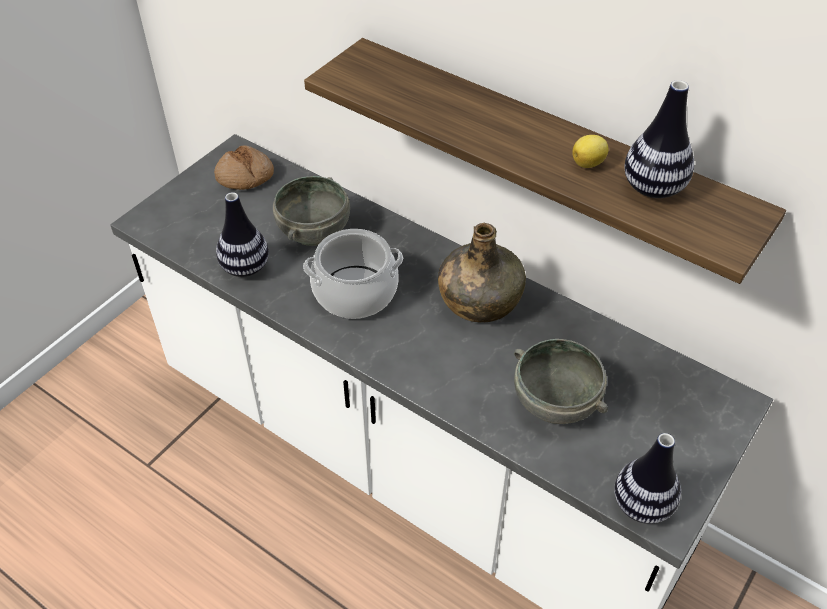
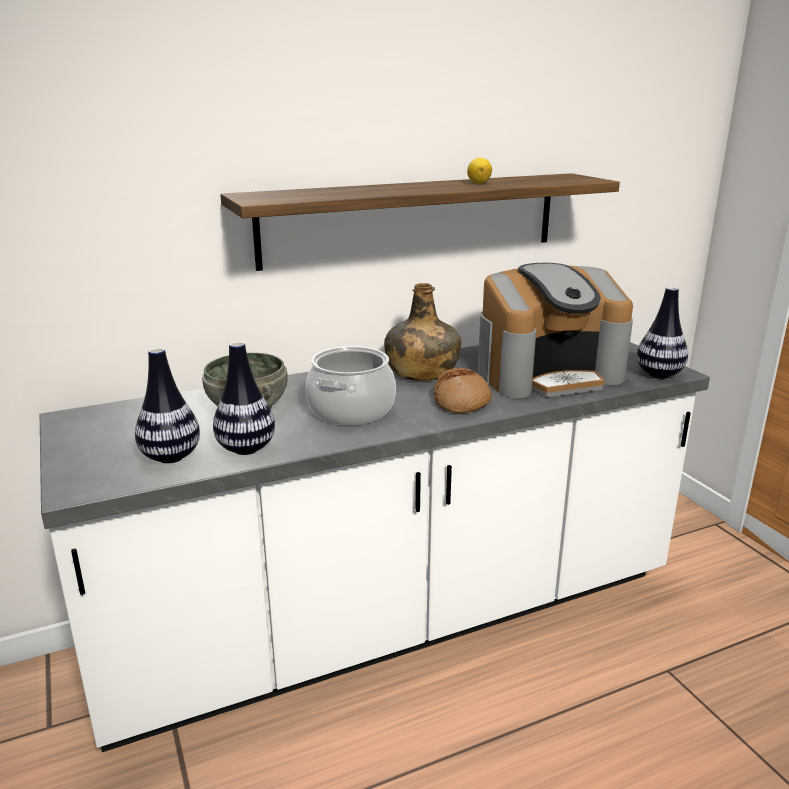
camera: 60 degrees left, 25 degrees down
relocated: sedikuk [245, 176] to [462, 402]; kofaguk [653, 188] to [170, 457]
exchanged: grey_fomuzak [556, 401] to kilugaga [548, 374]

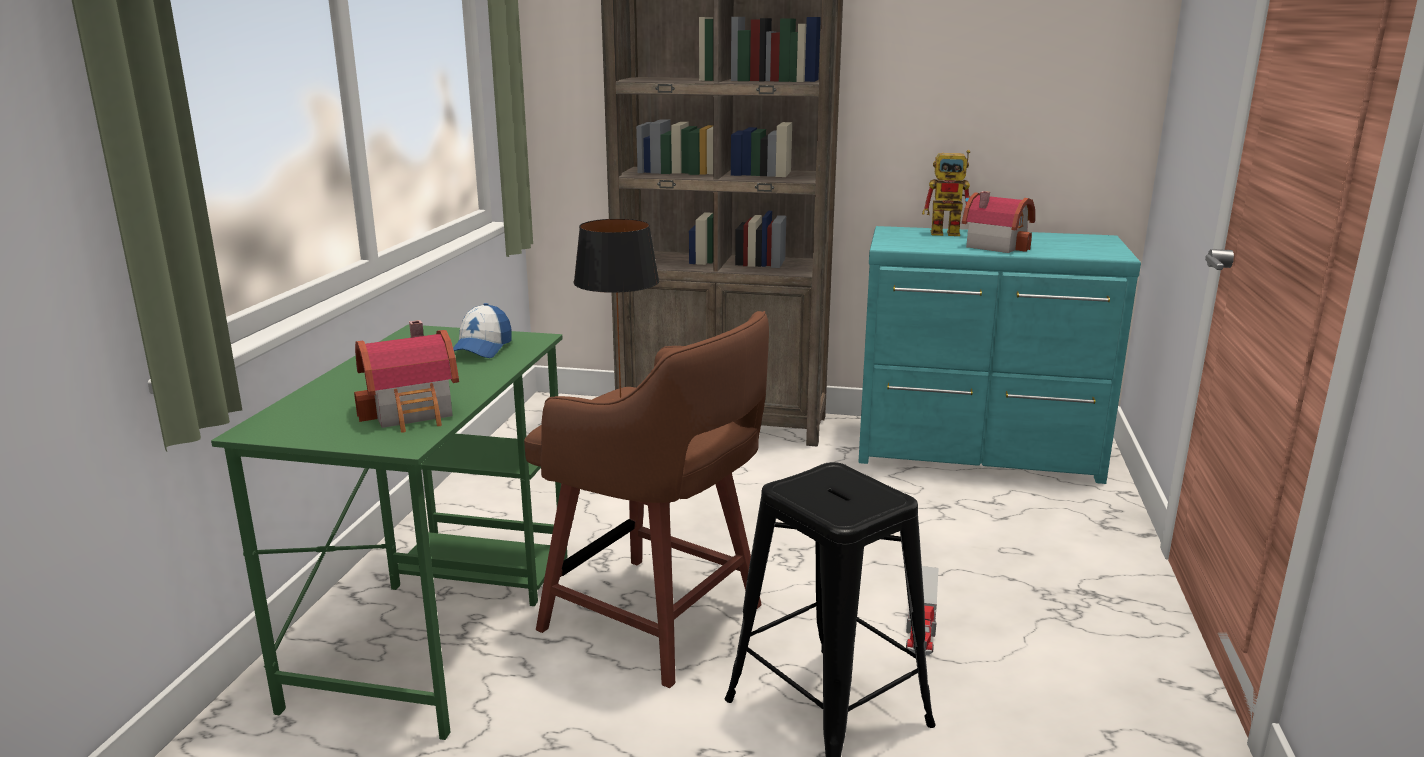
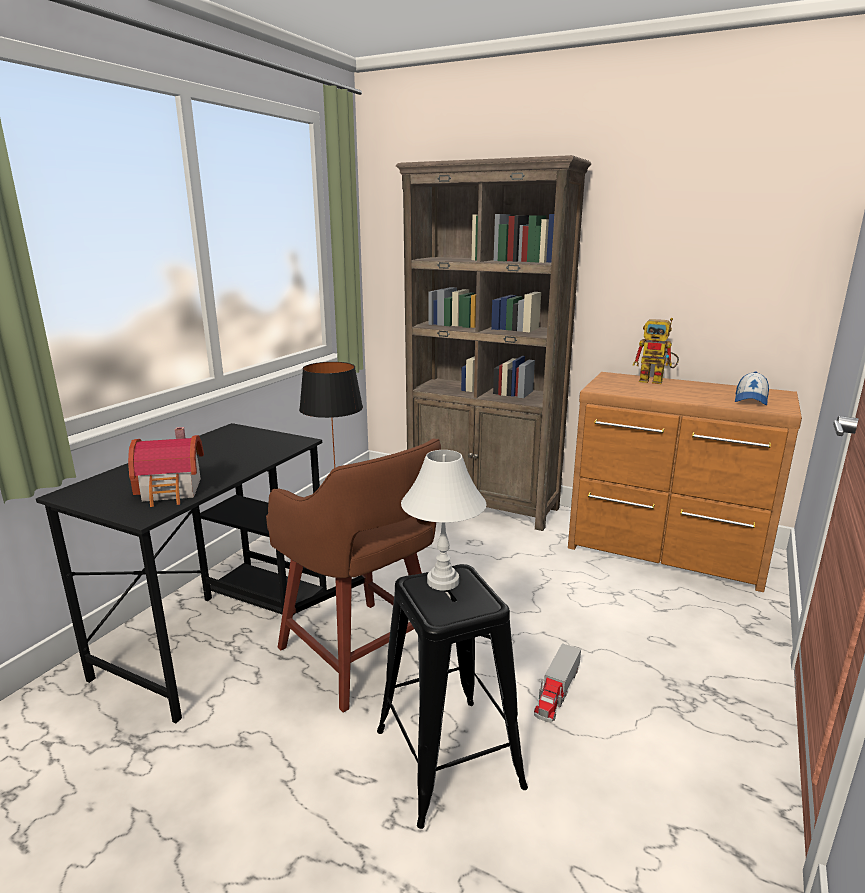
camera: 15 degrees right, 0 degrees up
missing: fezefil [996, 245]
appeared: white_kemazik [443, 581]
relocated: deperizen [481, 348] to [751, 399]
colour: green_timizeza [440, 624] to black_timizeza [220, 632]; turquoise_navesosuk [979, 452] to brown_navesosuk [666, 551]

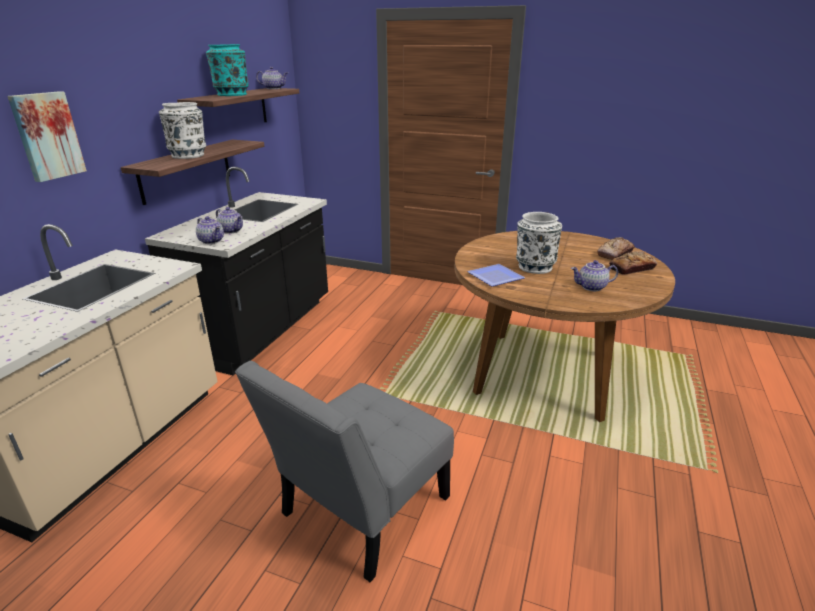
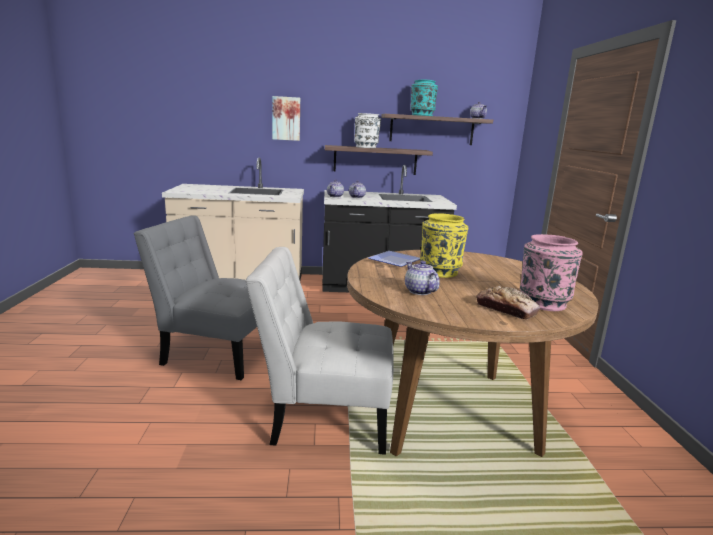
camera: 65 degrees right, 10 degrees down
appeared: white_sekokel [324, 416]
exchanged: sedikuk [615, 254] to pink_kofaguk [543, 303]
colour: white_kofaguk [534, 267] to yellow_kofaguk [440, 271]

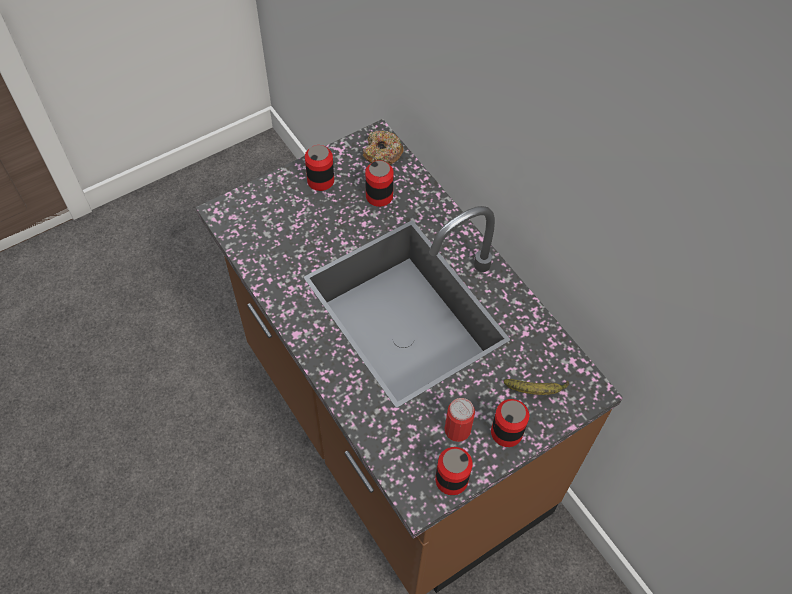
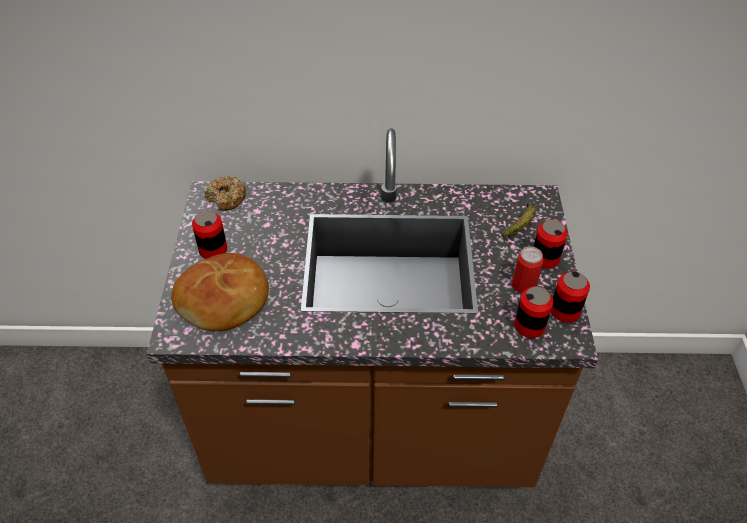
camera: 55 degrees left, 10 degrees down
appeared: sedikuk [224, 301]
relocated: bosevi [379, 196] to [529, 326]

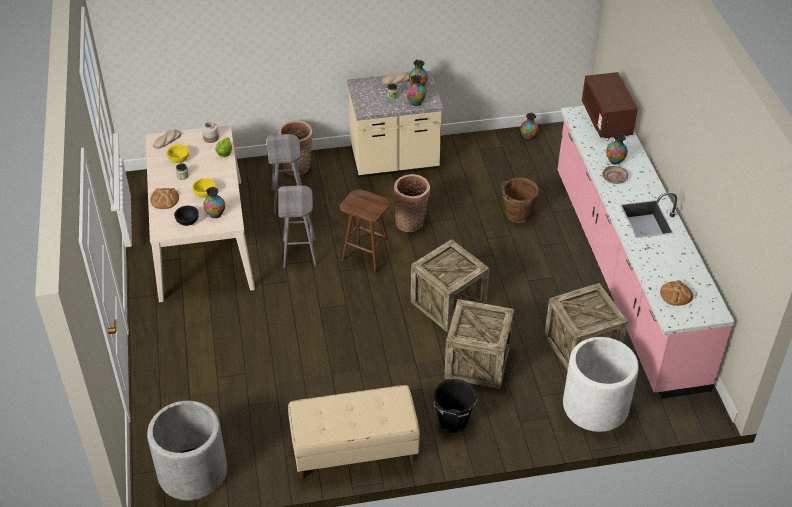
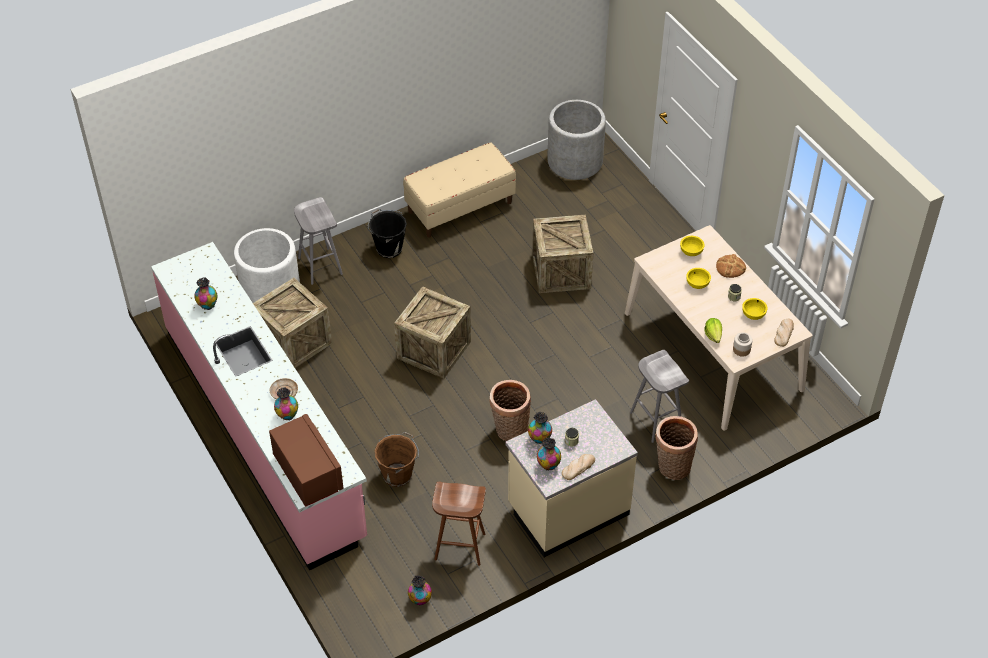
camera: 160 degrees right, 5 degrees up
missing: sedikuk [676, 294]
relocated: kofaguk [215, 215] to [207, 305]; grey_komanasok [300, 253] to [319, 266]; brown_komanasok [367, 256] to [459, 547]; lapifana [477, 362] to [561, 271]
colour: black_fomuzak [187, 221] to yellow_fomuzak [691, 251]

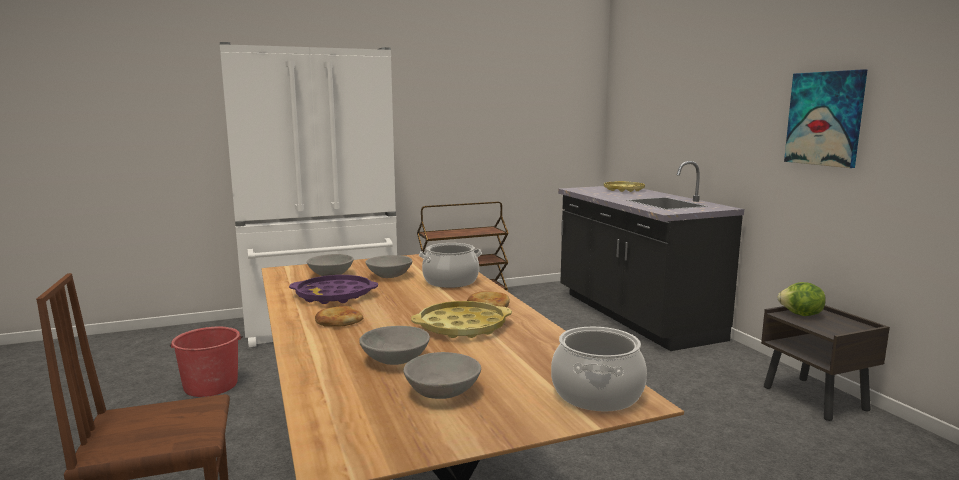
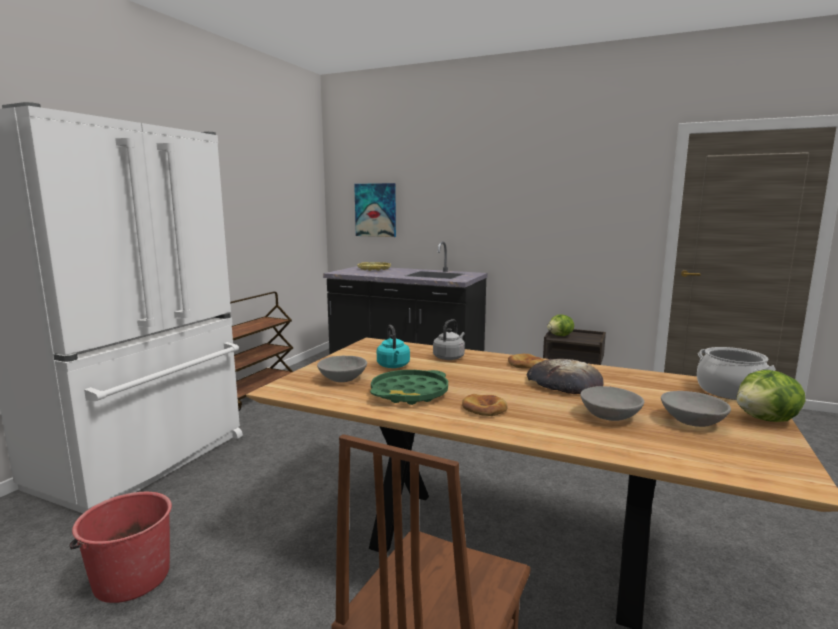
camera: 45 degrees left, 0 degrees up
appeared: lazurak [766, 420]
relocated: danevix [825, 118] to [376, 210]
exchanged: grey_fomuzak [389, 276] to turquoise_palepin [393, 366]; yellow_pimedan [462, 327] to sedikuk [563, 383]; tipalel [450, 281] to grey_palepin [449, 357]
colour: purple_pimedan [334, 295] to green_pimedan [409, 393]

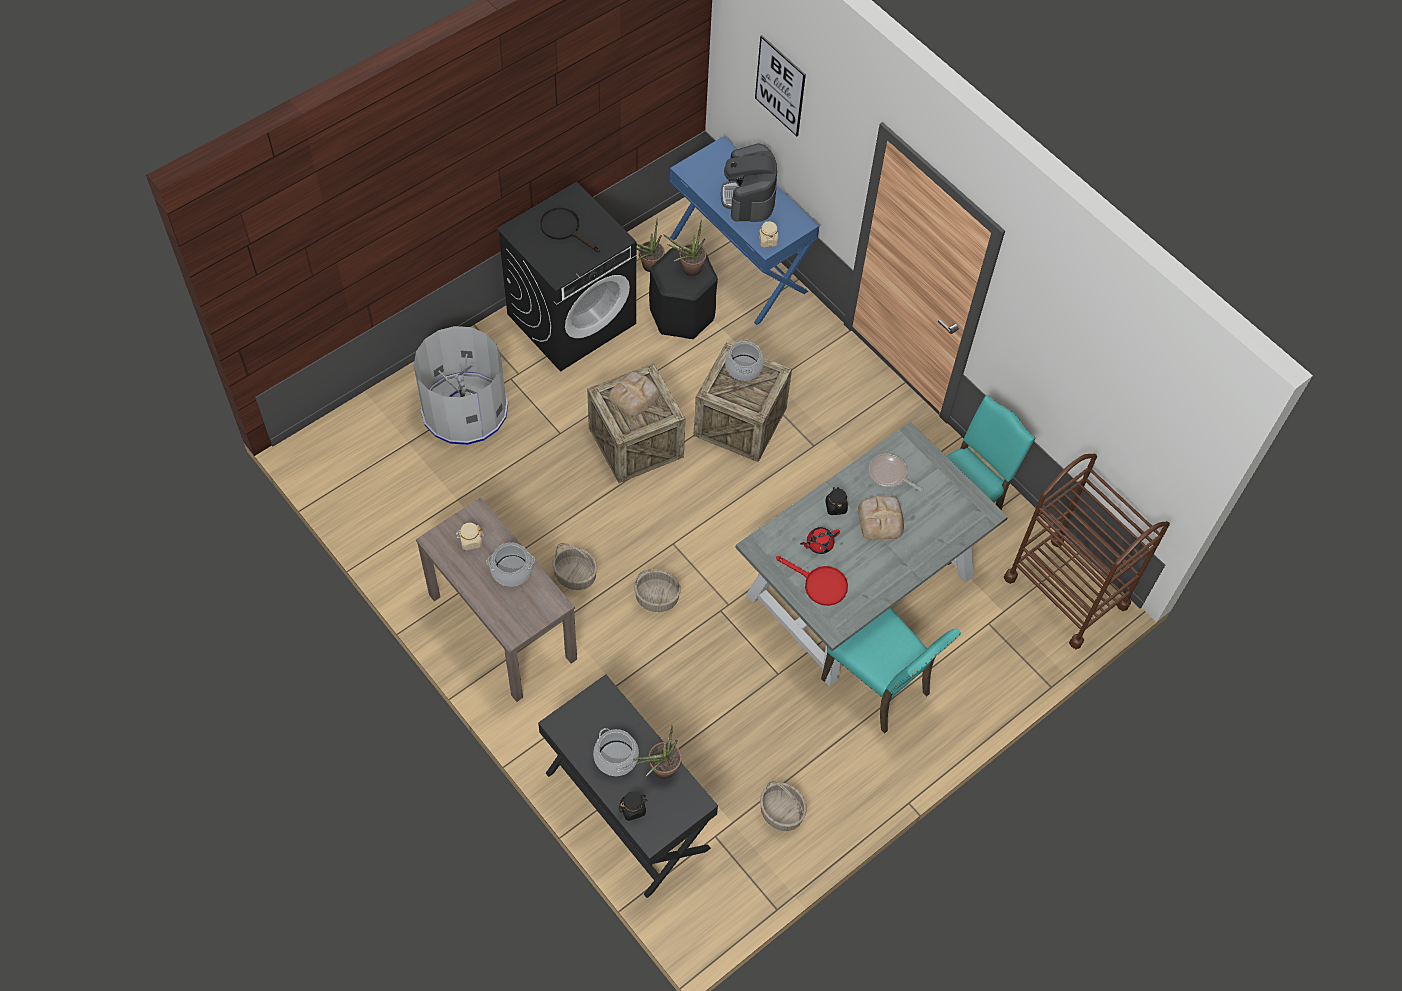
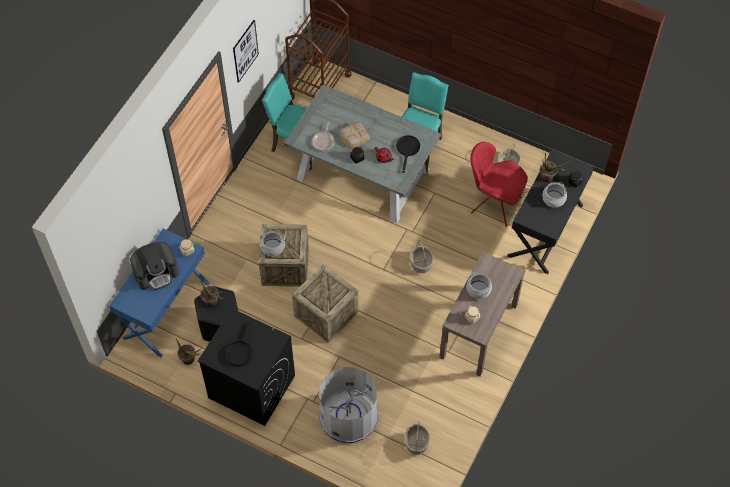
camera: 110 degrees left, 0 degrees up
missing: sedikuk [635, 395]
appeared: red_sekokel [493, 204]
relocated: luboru [574, 575] to [416, 443]; danevix [780, 86] to [245, 51]
colour: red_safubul [819, 584] to black_safubul [407, 150]

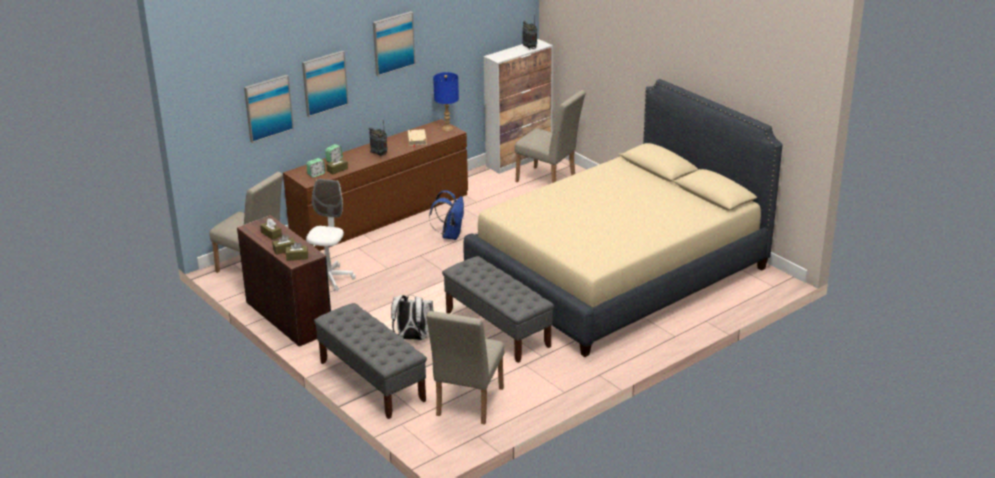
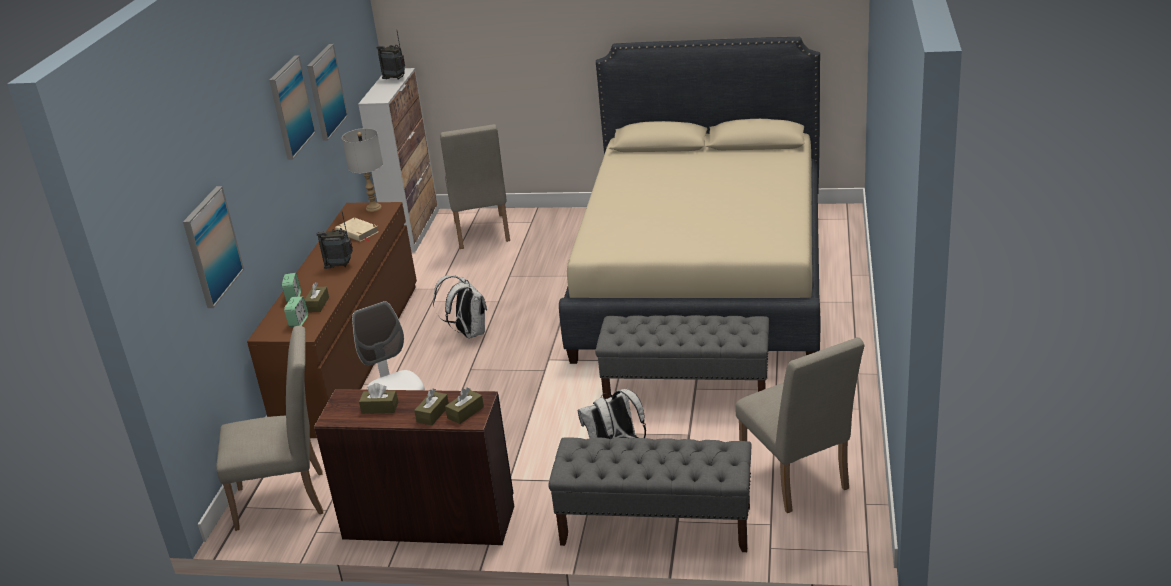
camera: 40 degrees left, 0 degrees up
relocated: danevix [324, 83] to [325, 92]
colour: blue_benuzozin [450, 235] to white_benuzozin [468, 333]; blue_kemazik [447, 129] to grey_kemazik [374, 208]
spun: beige_sekokel [549, 181] = [481, 234] 90 degrees clockwise

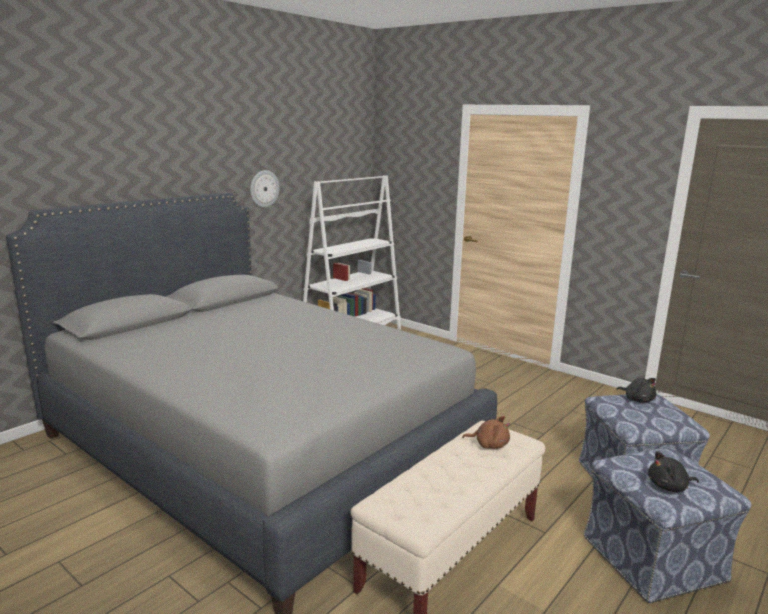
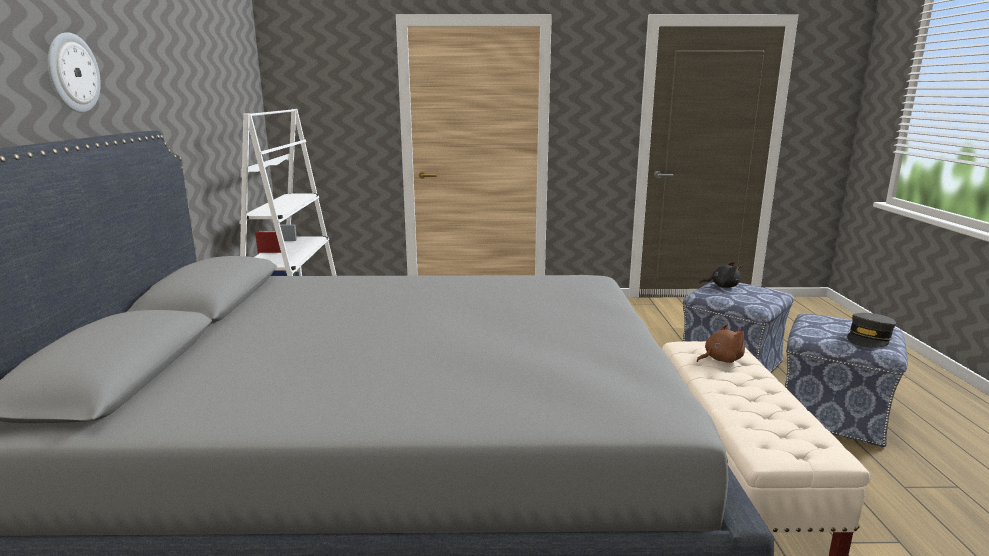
camera: 40 degrees left, 0 degrees up
relocated: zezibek [264, 188] to [72, 73]
exchanged: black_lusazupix [669, 487] to grey_deperizen [868, 338]

